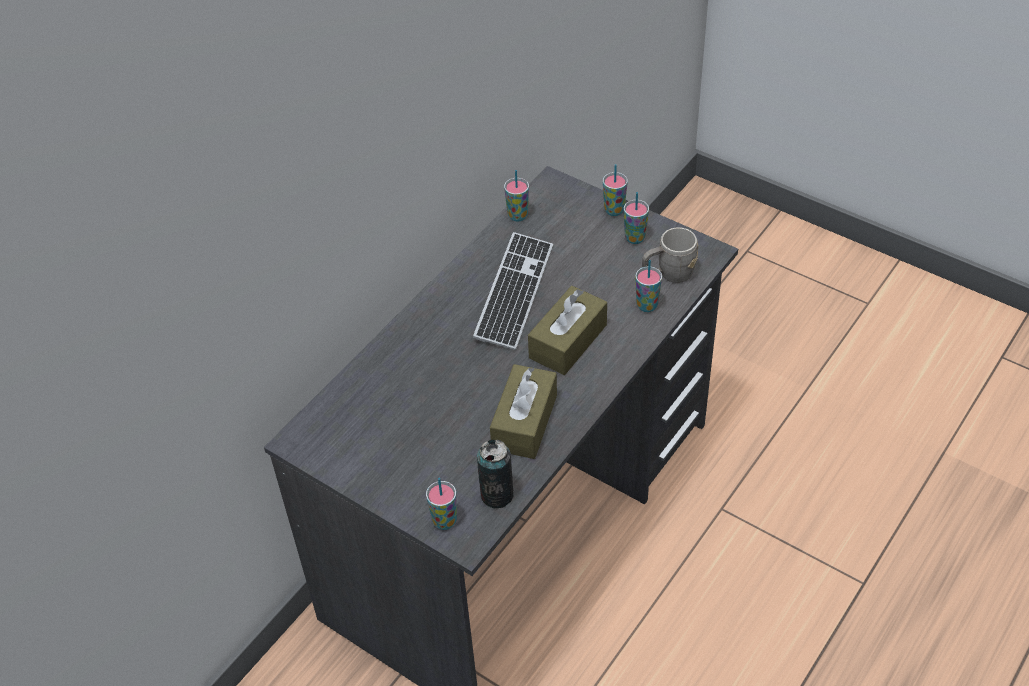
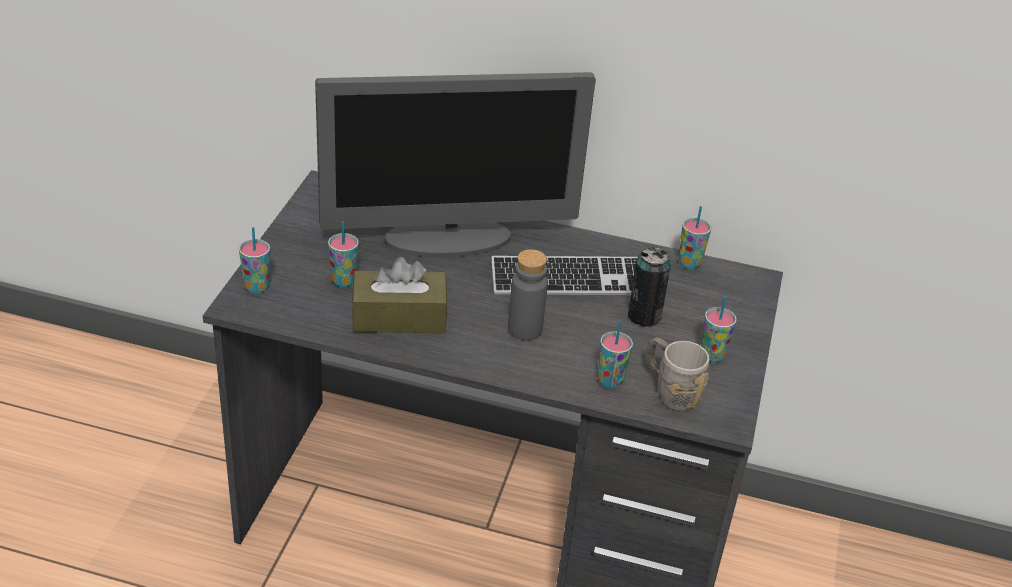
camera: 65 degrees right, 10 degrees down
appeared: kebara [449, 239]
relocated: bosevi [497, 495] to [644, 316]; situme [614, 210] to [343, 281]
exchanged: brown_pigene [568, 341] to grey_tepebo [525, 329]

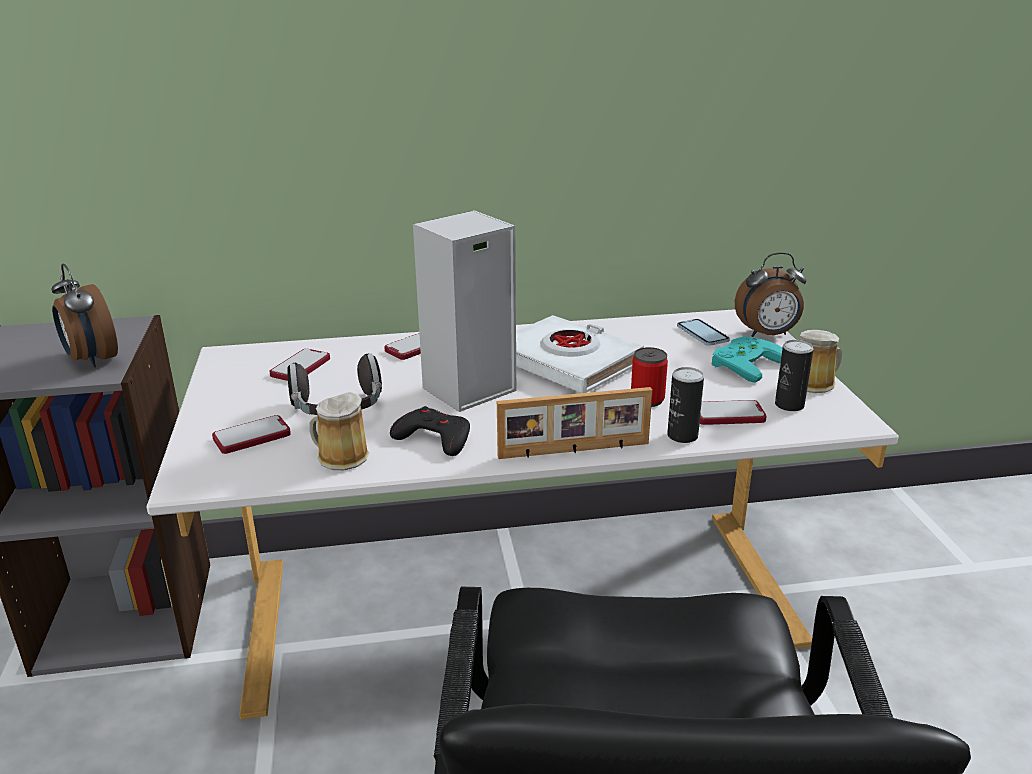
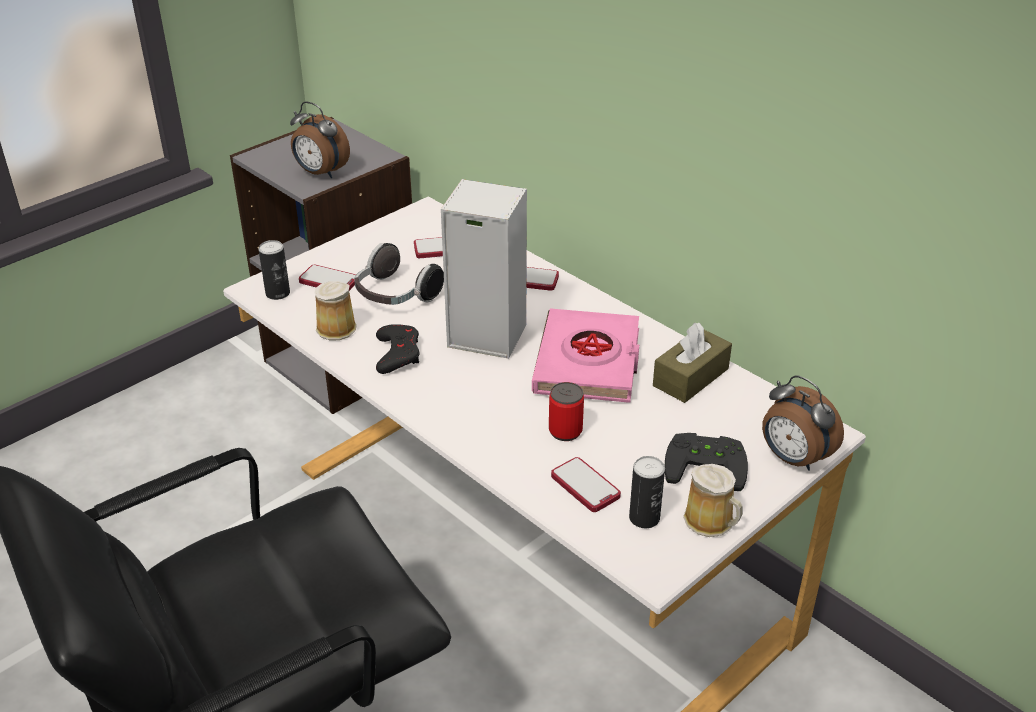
camera: 55 degrees right, 10 degrees up
missing: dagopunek [574, 451]; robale [702, 334]
appeared: brown_pigene [690, 377]
relocated: bosevi [682, 436] to [277, 293]
colour: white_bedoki [567, 362] to pink_bedoki [588, 363]; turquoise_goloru [744, 363] to black_goloru [706, 463]
spun: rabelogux [91, 360] = [320, 173] 75 degrees counterclockwise

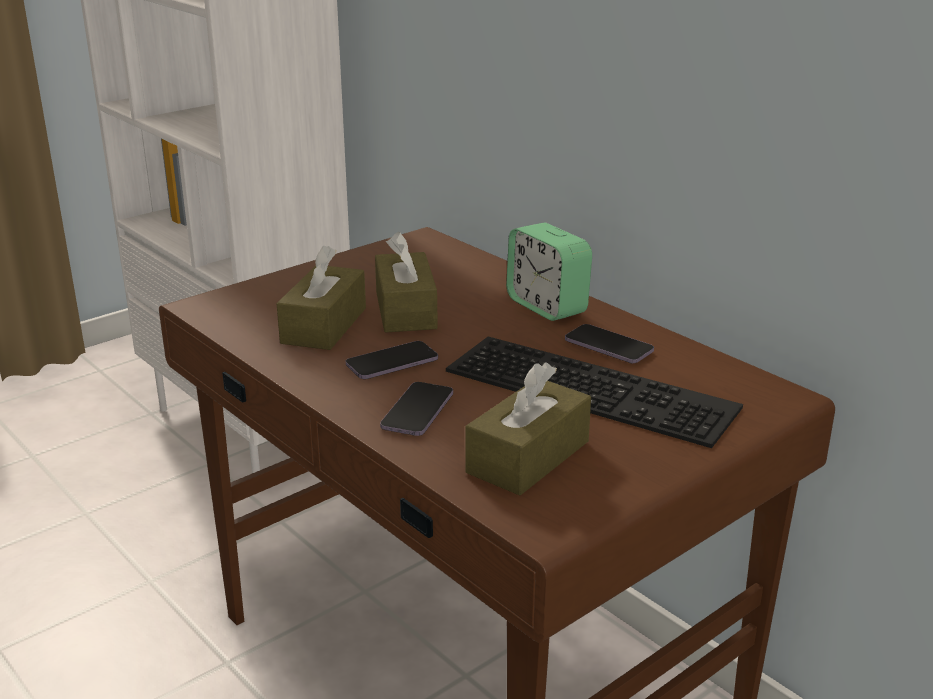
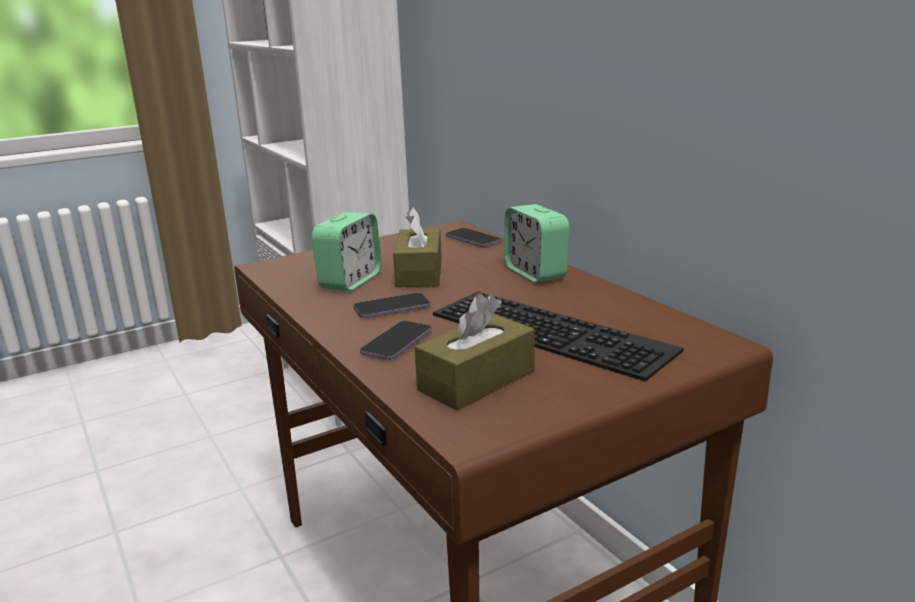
camera: 10 degrees right, 5 degrees down
relocated: robale [608, 346] to [473, 239]
exchanged: brown_pigene [324, 325] to rabelogux [350, 281]

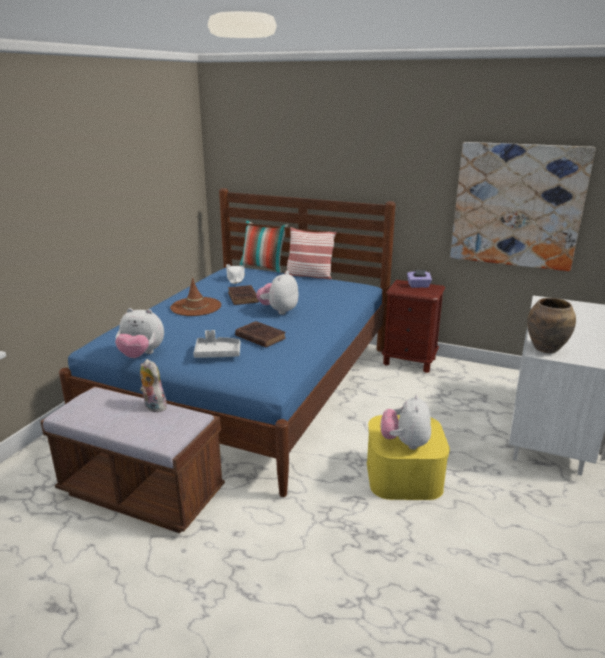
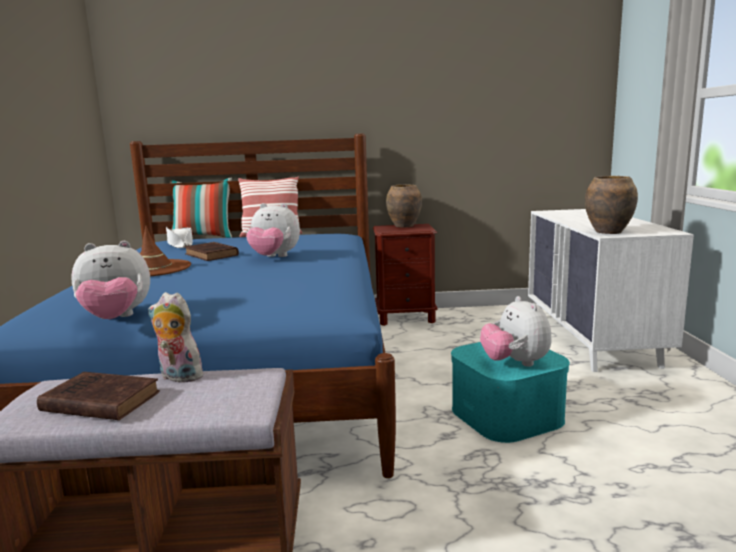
camera: 25 degrees left, 10 degrees down
missing: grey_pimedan [217, 353]; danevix [517, 206]
relocated: brown_bedoki [259, 337] to [98, 401]
exchanged: purple_pigene [418, 286] to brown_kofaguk [404, 226]
colour: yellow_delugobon [404, 475] to turquoise_delugobon [507, 414]
spun: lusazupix [278, 311] = [274, 257] 75 degrees counterclockwise

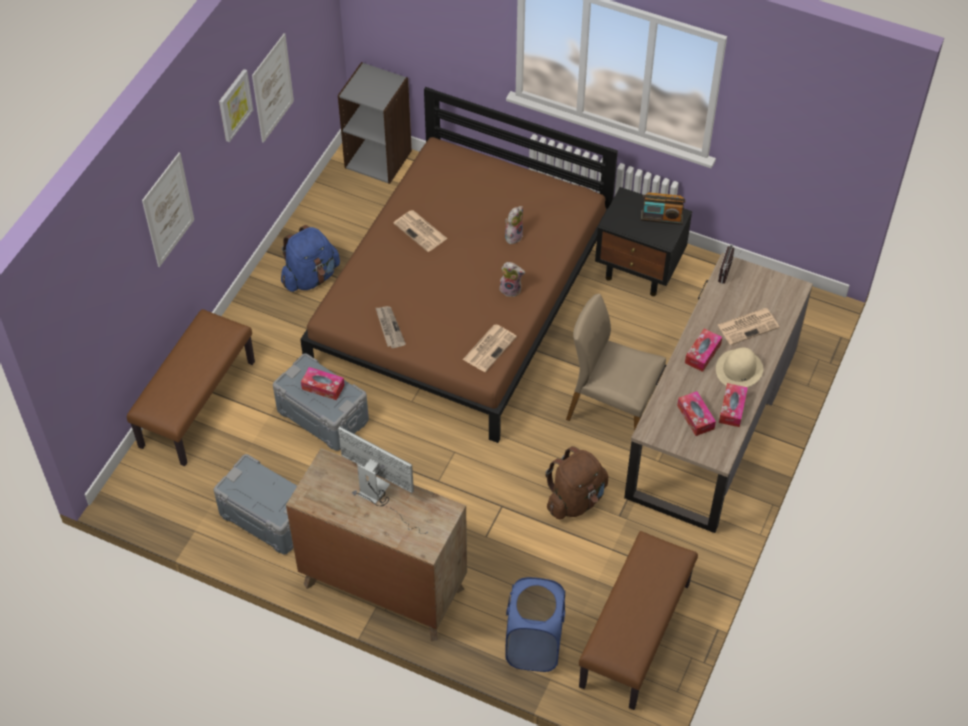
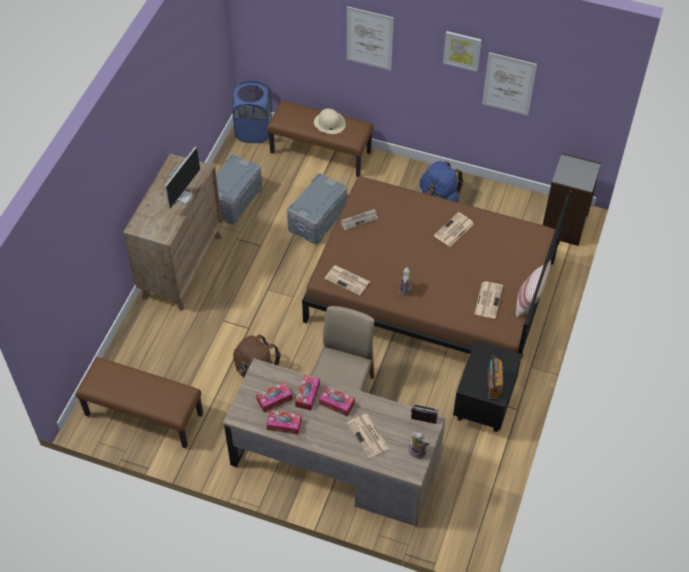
camera: 85 degrees right, 0 degrees up
appeared: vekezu [488, 299]; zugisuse [528, 301]
relocated: pigene [323, 387] to [307, 395]; lusazupix [513, 235] to [418, 451]; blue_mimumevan [534, 645] to [254, 131]; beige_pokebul [739, 369] to [329, 123]

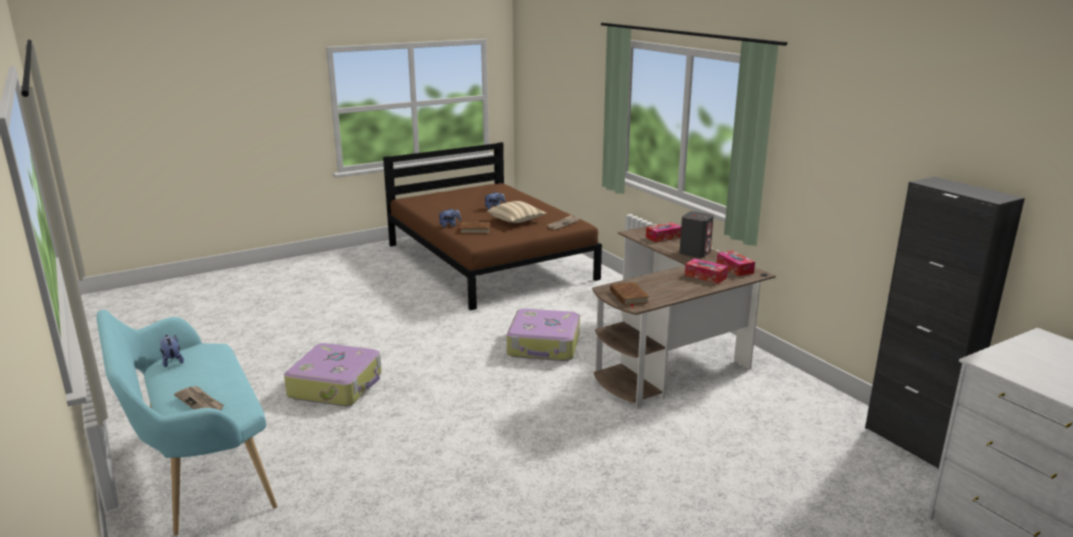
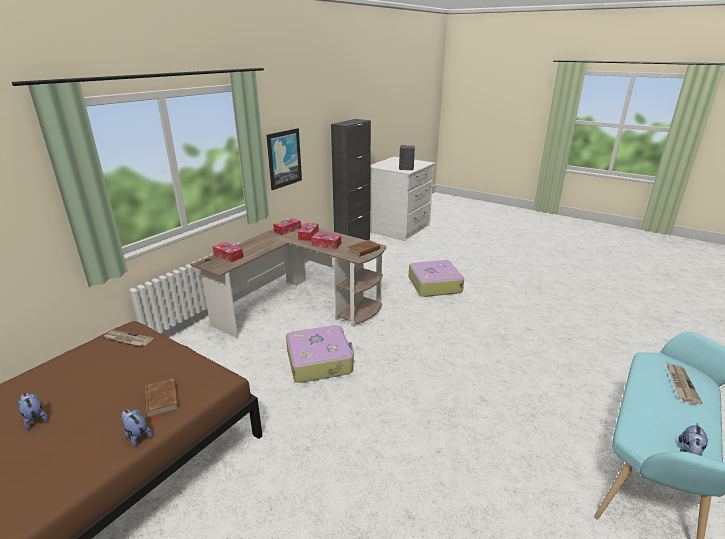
camera: 115 degrees left, 5 degrees up
missing: beige_zugisuse [516, 221]
appeared: danevix [284, 158]; pigene [326, 244]
relocated: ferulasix [337, 385] to [434, 285]; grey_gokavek [695, 252] to [406, 168]

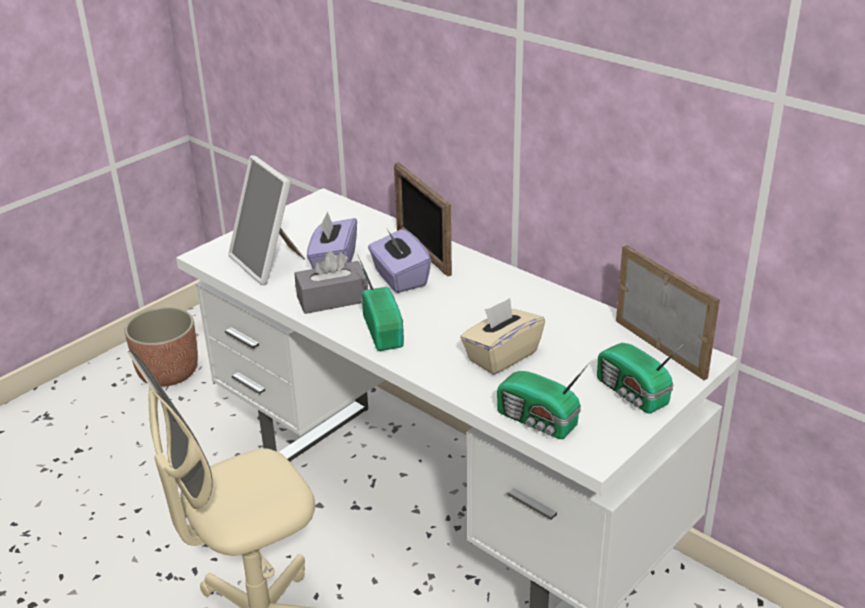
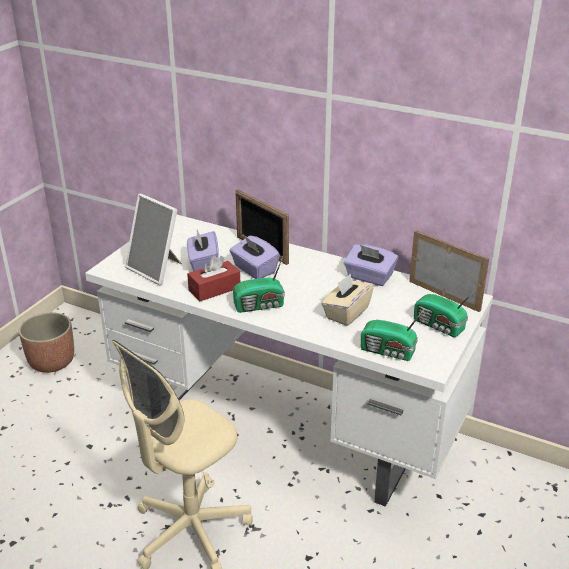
camera: 15 degrees left, 0 degrees up
appeared: purple_pigene [369, 277]
colour: grey_pigene [332, 299] to red_pigene [214, 289]
spun: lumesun [384, 330] = [260, 305] 105 degrees clockwise

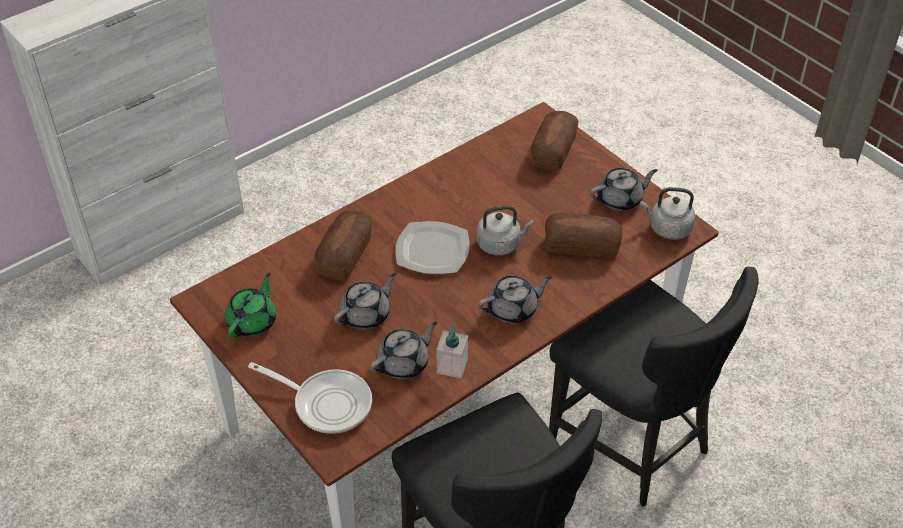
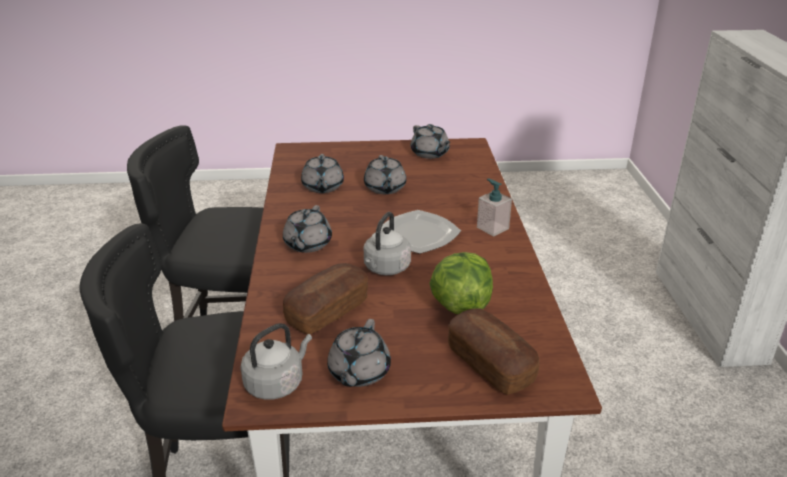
camera: 125 degrees right, 15 degrees down
missing: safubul [327, 403]; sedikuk [345, 255]
appeared: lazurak [460, 305]
relocated: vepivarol [452, 366] to [492, 228]
colour: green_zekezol [253, 321] to grey_zekezol [430, 153]

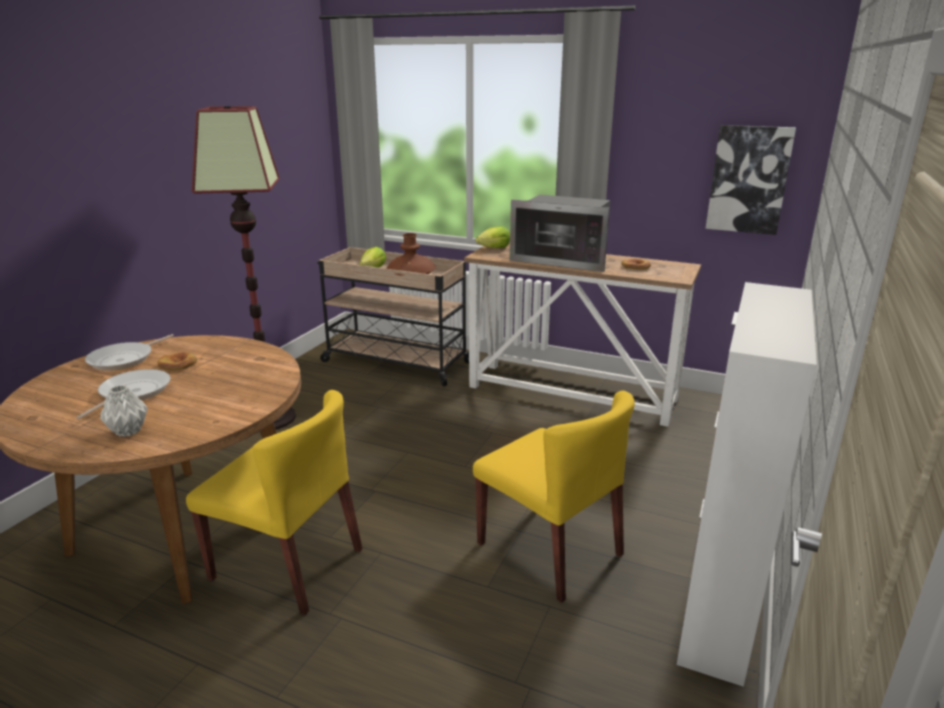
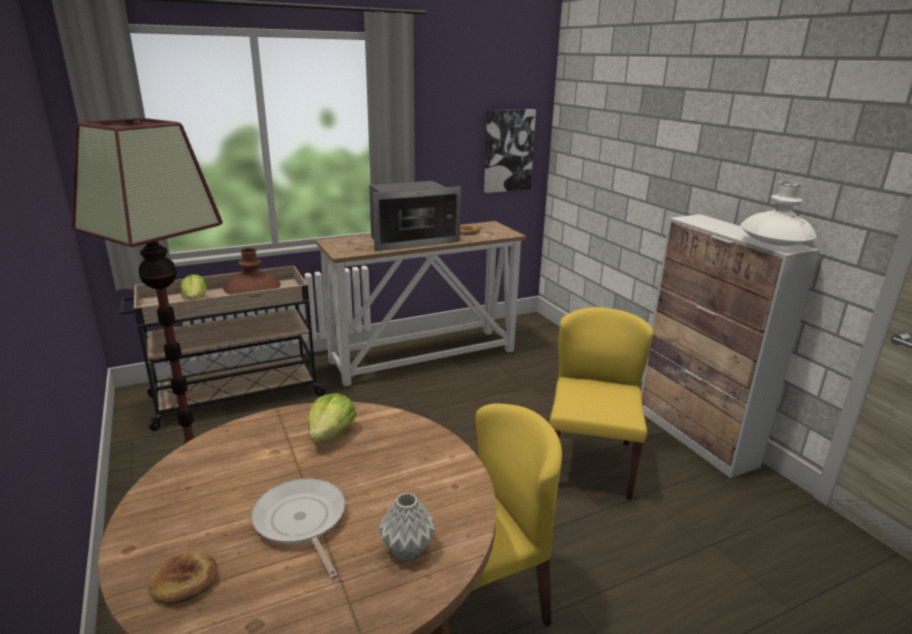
camera: 50 degrees left, 0 degrees up
missing: safubul [124, 359]
appeared: white_kofaguk [774, 243]
relocated: sedikuk [178, 364] to [185, 581]; lazurak [494, 248] to [331, 433]
spun: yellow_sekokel [550, 549] = [589, 463] 75 degrees counterclockwise

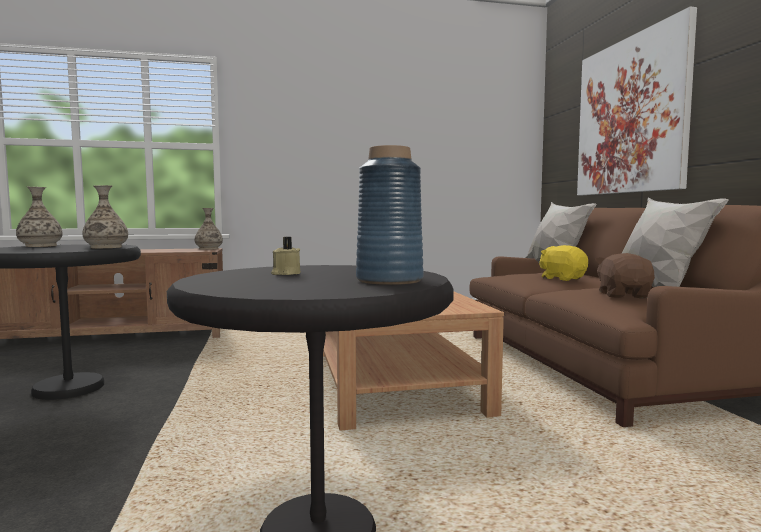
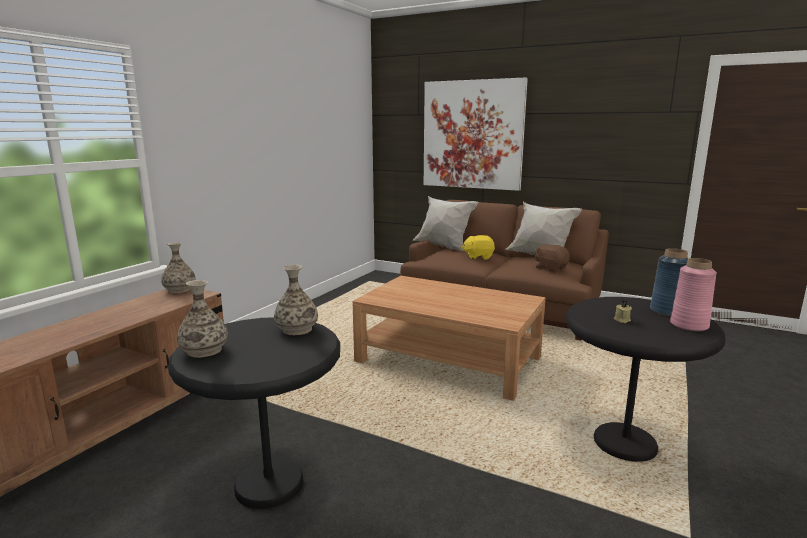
camera: 50 degrees left, 10 degrees up
appeared: pink_kofaguk [689, 325]

